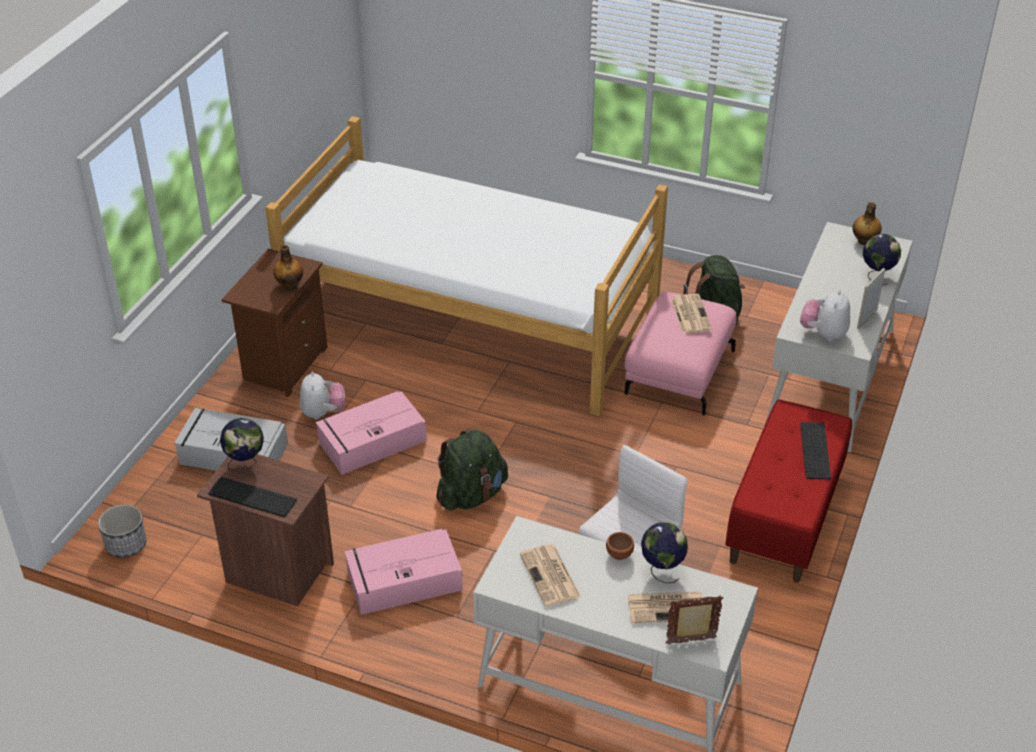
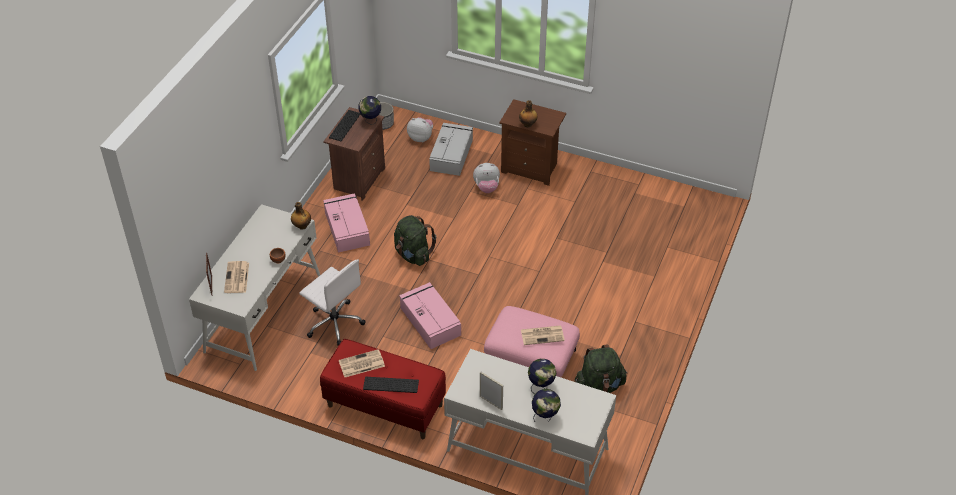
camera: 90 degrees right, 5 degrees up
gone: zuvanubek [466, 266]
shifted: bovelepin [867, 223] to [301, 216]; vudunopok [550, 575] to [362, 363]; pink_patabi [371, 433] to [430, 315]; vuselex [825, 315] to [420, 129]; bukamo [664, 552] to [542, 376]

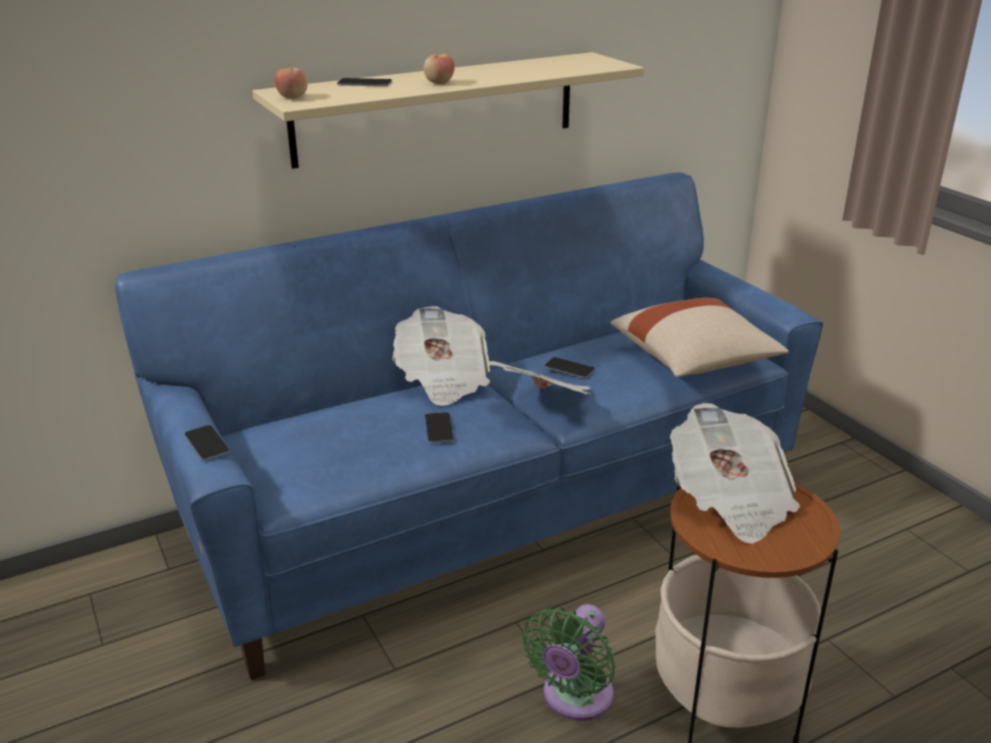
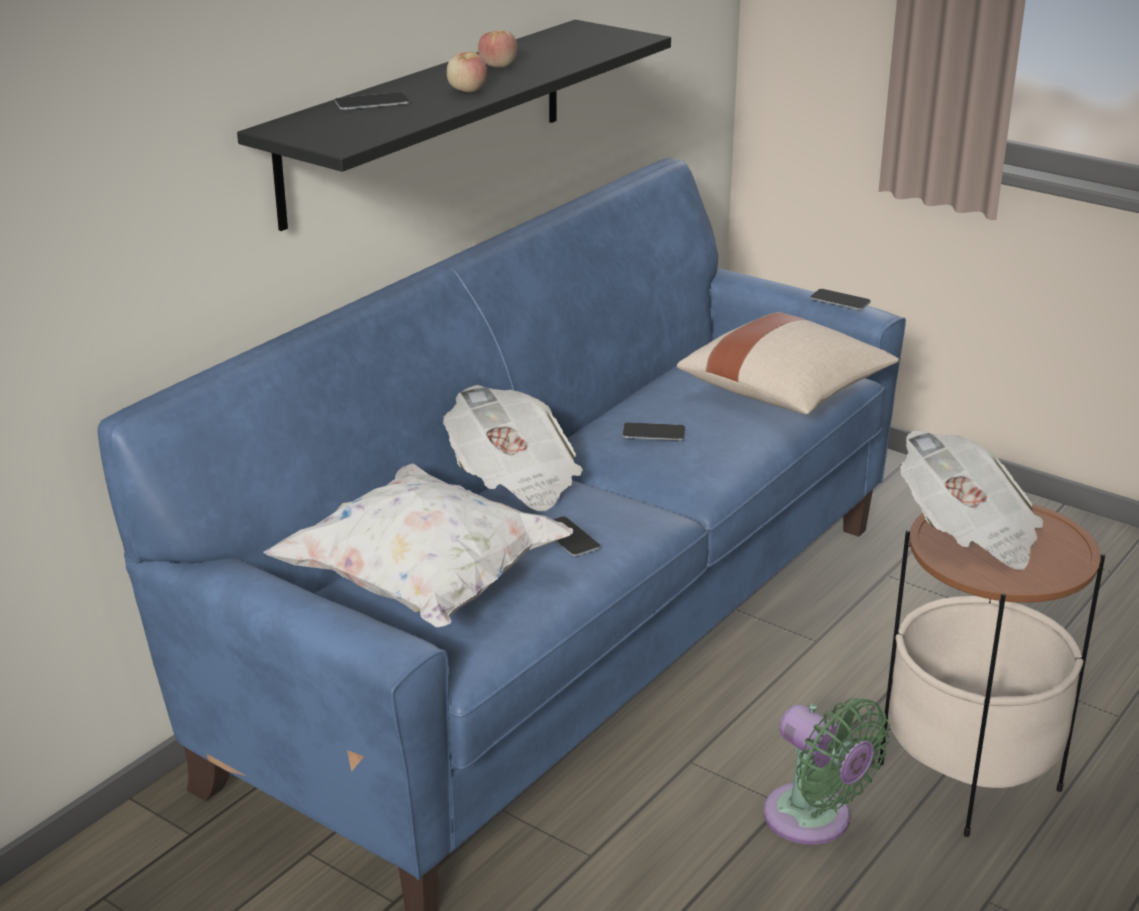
camera: 25 degrees left, 0 degrees up
gone: vudunopok [539, 378]
new: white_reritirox [418, 545]
shifted: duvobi [291, 83] to [497, 49]; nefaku [207, 442] to [840, 299]
repainted: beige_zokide [448, 110] to black_zokide [454, 125]
rotated: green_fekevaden [568, 662] = [827, 771] 45 degrees counterclockwise

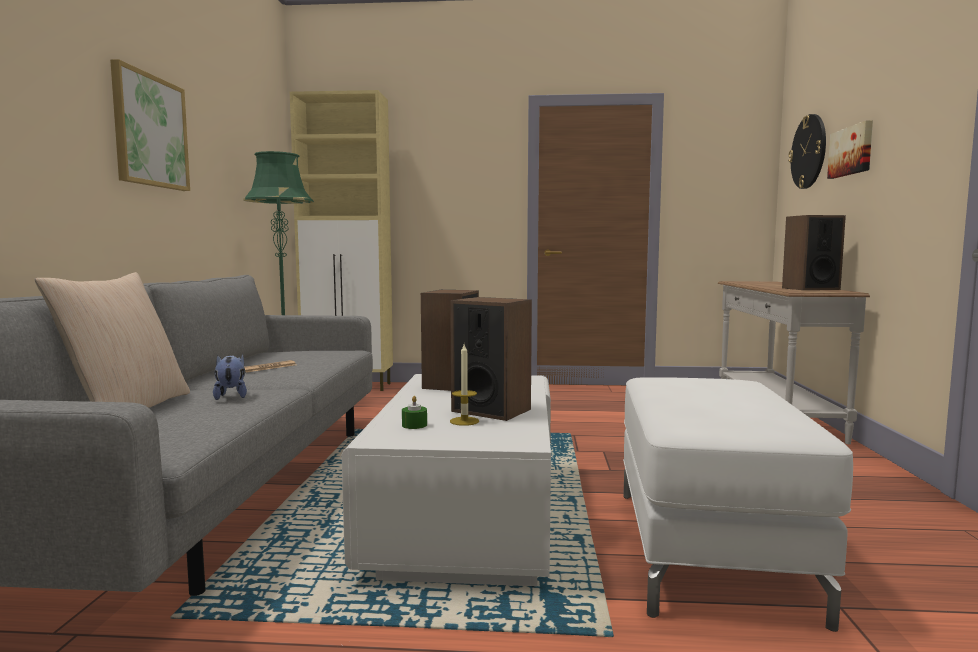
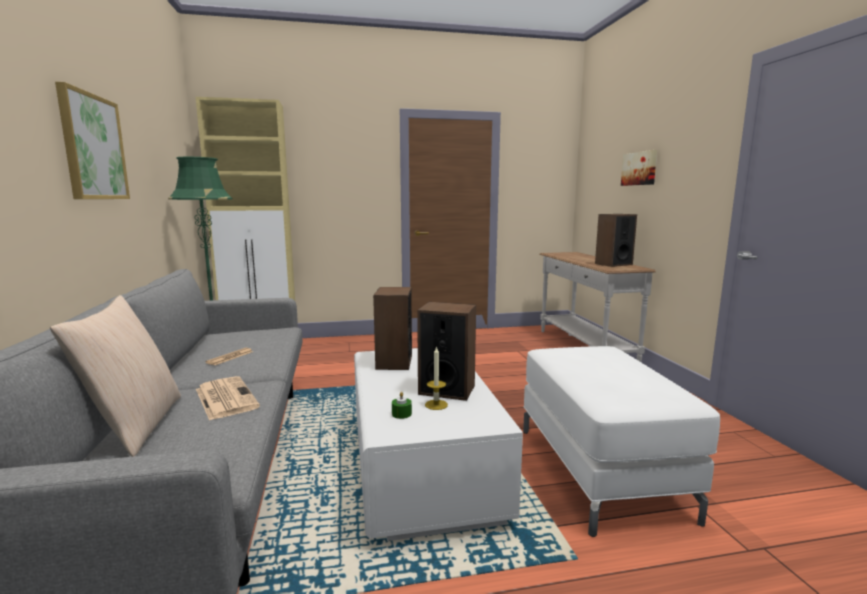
camera: 15 degrees left, 5 degrees up
gone: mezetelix [807, 151]
swapped: vuselex [230, 377] to vudunopok [228, 398]

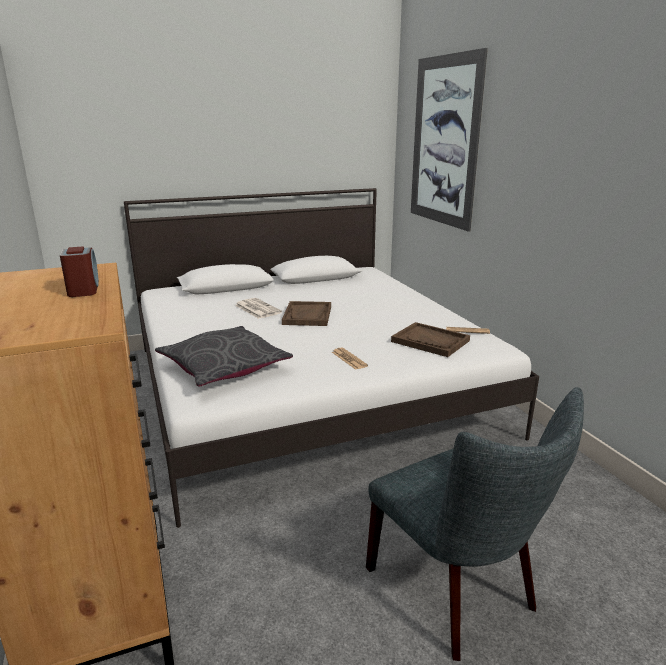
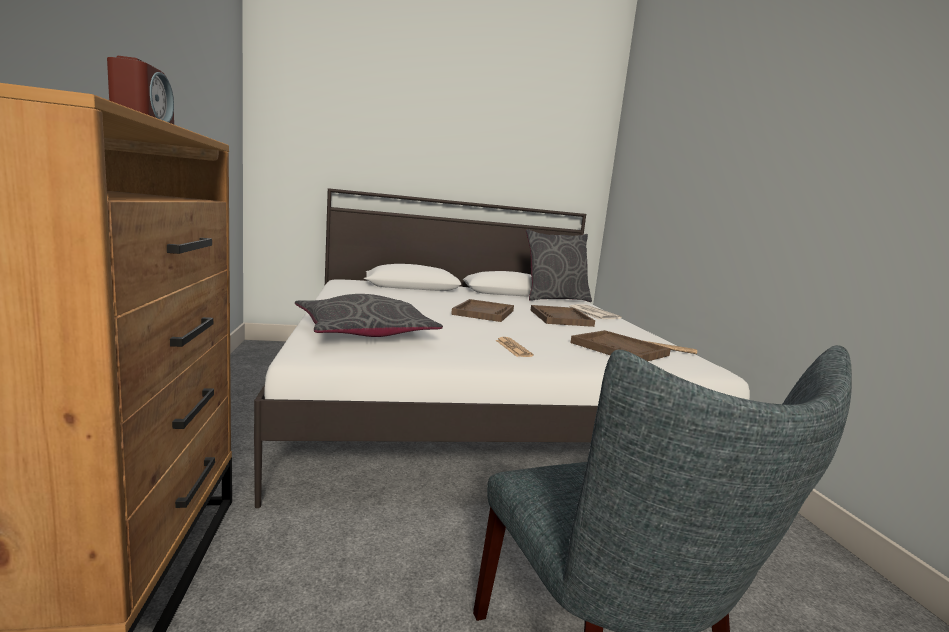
camera: 10 degrees right, 10 degrees down
gone: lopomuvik [449, 140]
new: grey_reritirox [559, 265]; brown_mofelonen [563, 316]
shifted: vudunopok [258, 308] to [595, 311]

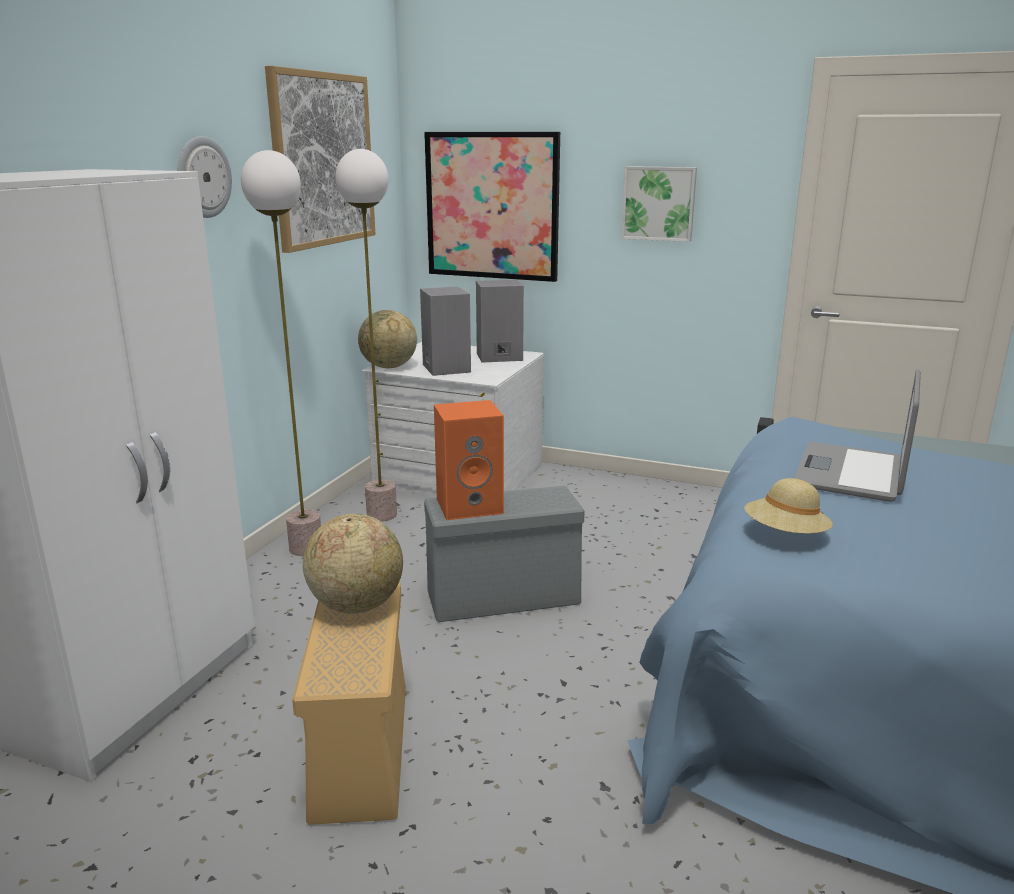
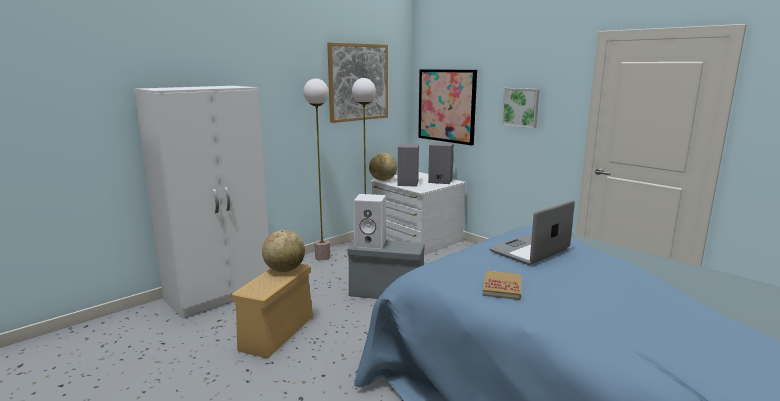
camera: 25 degrees right, 5 degrees down
gone: mezetelix [204, 177]; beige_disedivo [789, 506]
new: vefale [502, 285]
repainted: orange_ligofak [469, 460] to white_ligofak [370, 221]

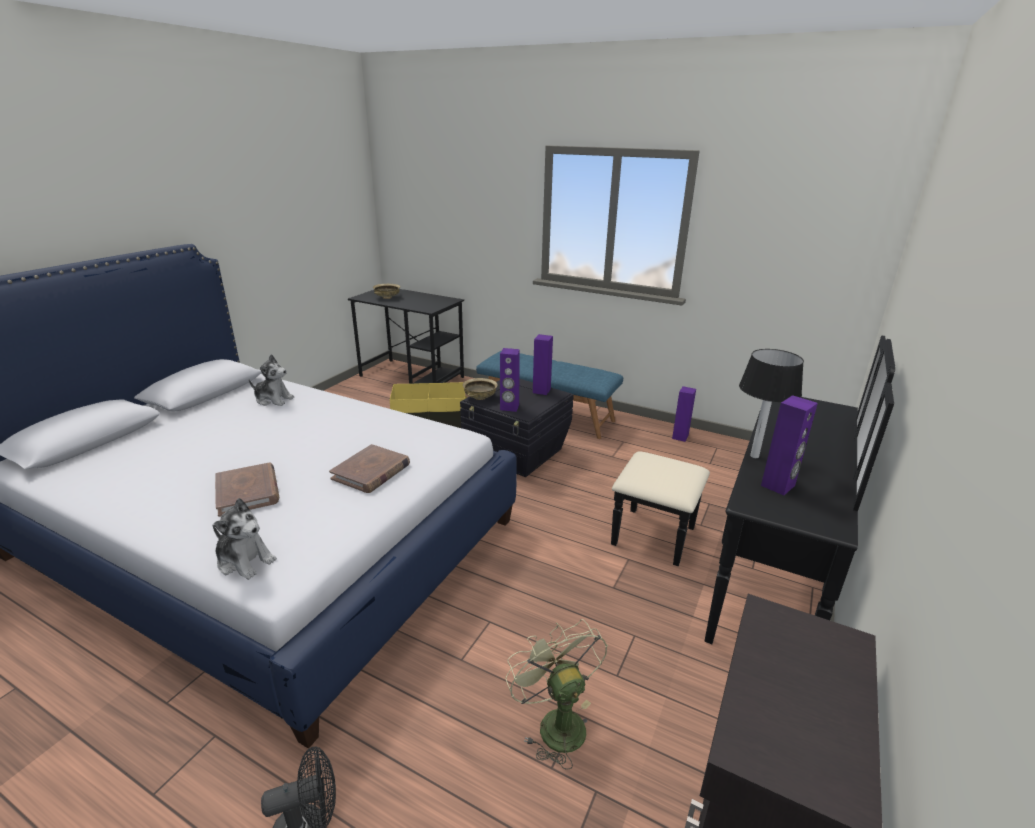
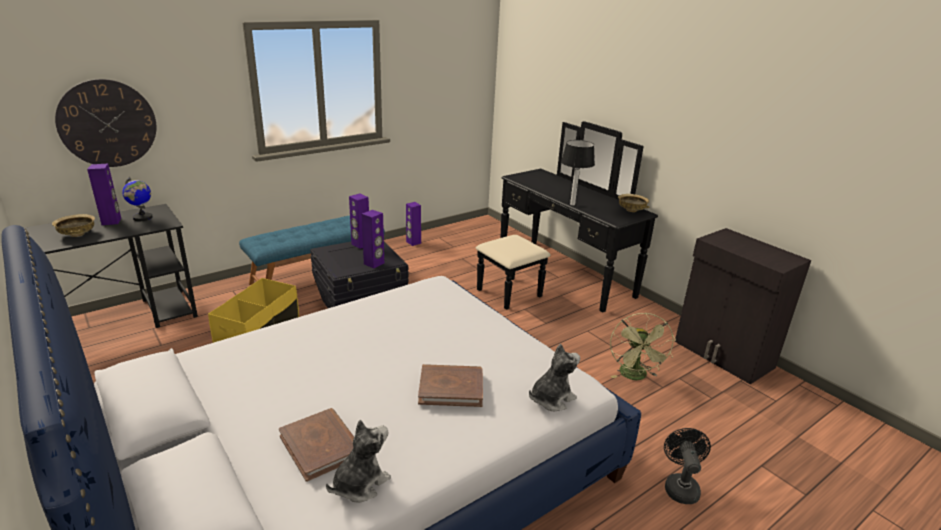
camera: 65 degrees left, 0 degrees up
new: mezetelix [105, 123]; bukamo [137, 199]
shifted: purple_ligofak [789, 445] to [104, 194]; brown_vefale [369, 468] to [316, 445]; vuselex [271, 380] to [358, 461]; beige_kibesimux [480, 389] to [633, 203]
rotated: green_fekevaden [557, 694] = [643, 346] 90 degrees counterclockwise

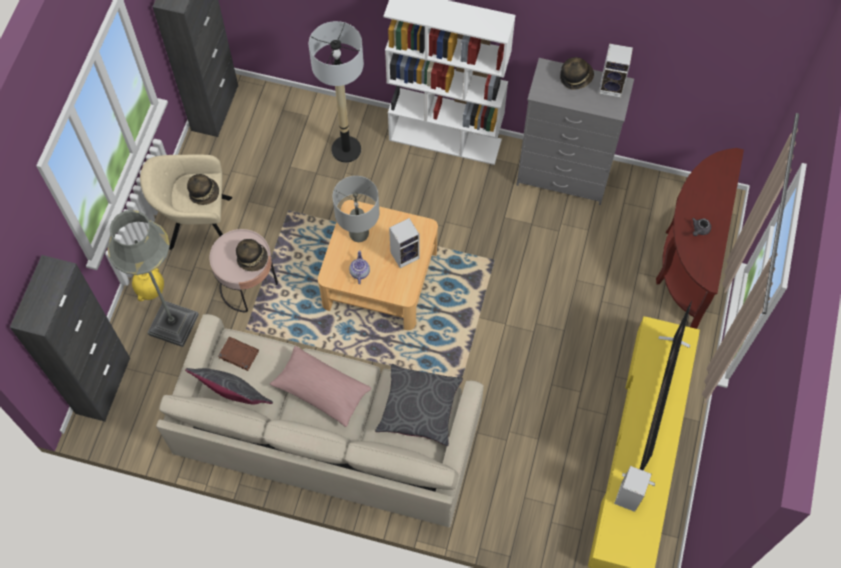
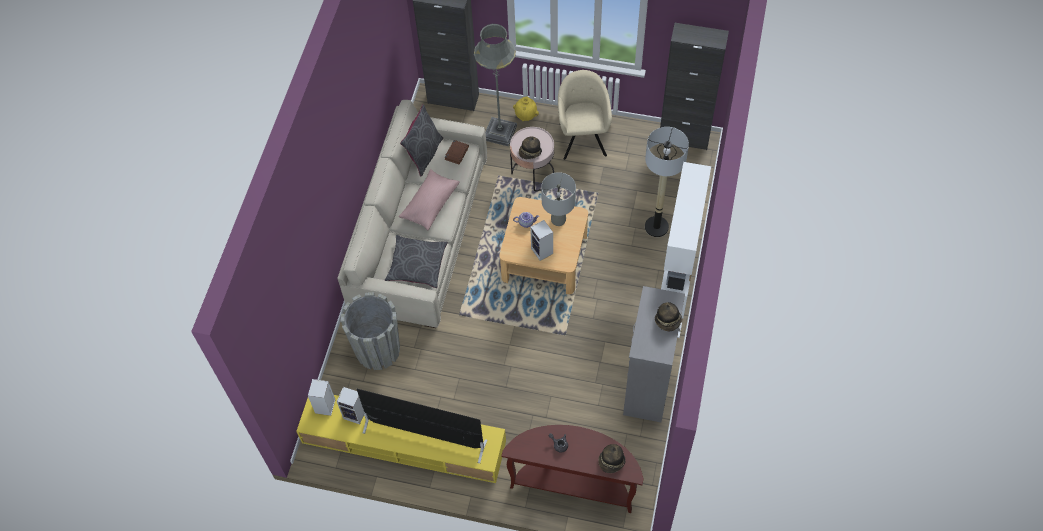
camera: 90 degrees right, 5 degrees down
new: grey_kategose [370, 331]
shifted: ligofak [616, 70] to [321, 397]; disedivo [203, 189] to [612, 458]

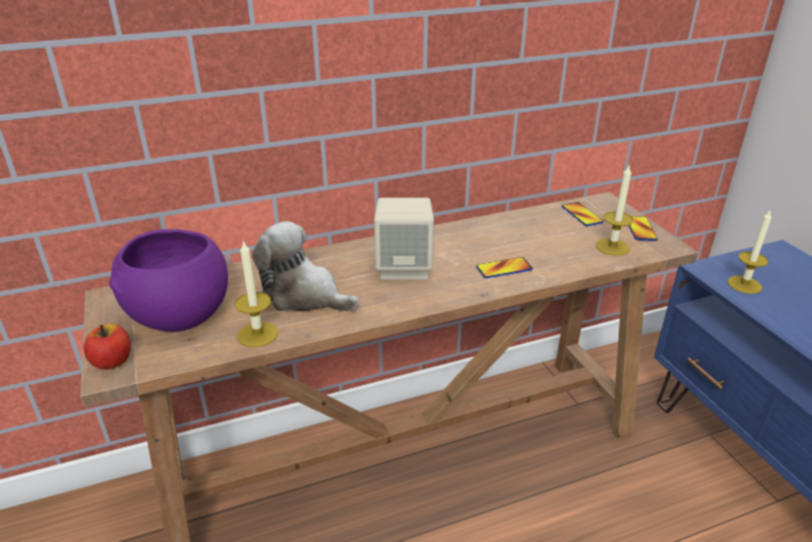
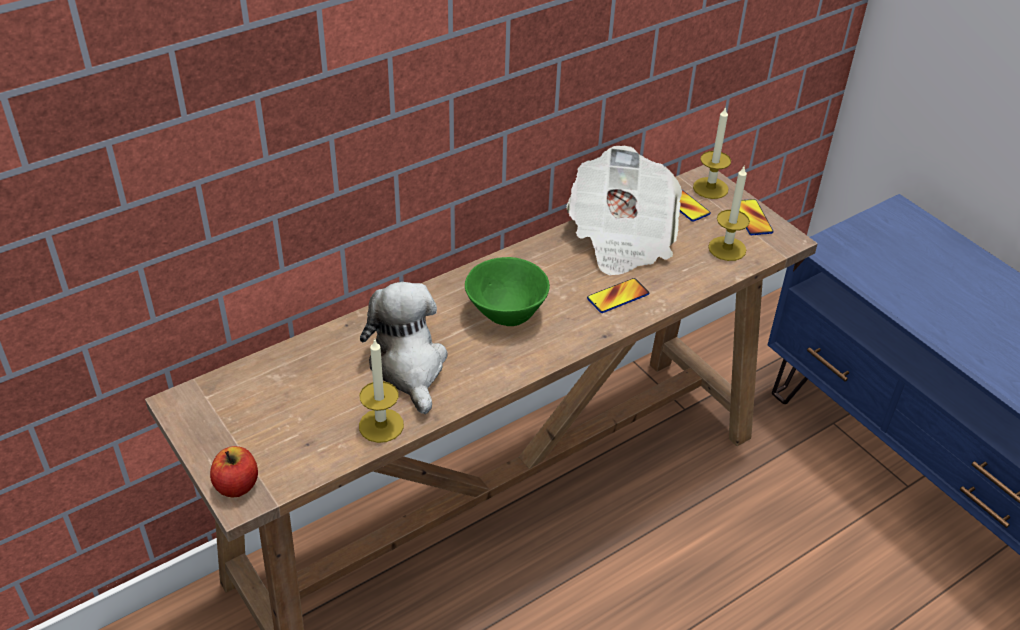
camera: 15 degrees left, 10 degrees up
gone: purple_kibesimux [168, 280]
new: vudunopok [624, 210]
shifted: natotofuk [750, 252] to [712, 152]
swapped: beige_ligofak [404, 239] to green_kibesimux [507, 291]
rotated: vuselex [305, 266] = [403, 348] 60 degrees clockwise

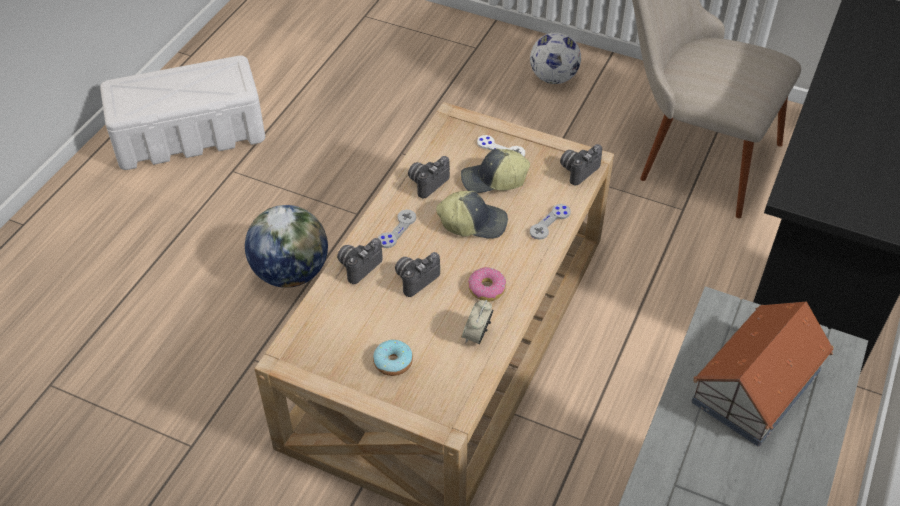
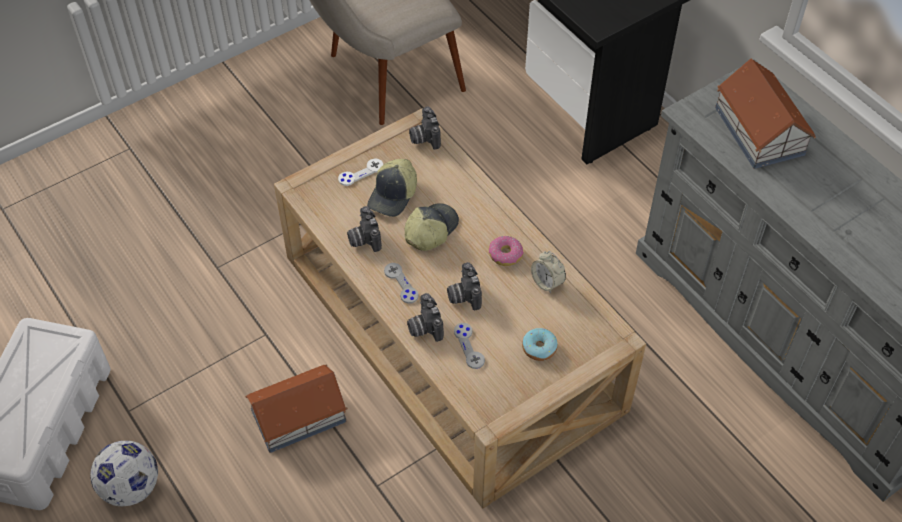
camera: 60 degrees left, 5 degrees up
shifted: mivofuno [555, 58] to [124, 473]; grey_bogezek [550, 222] to [469, 346]
swapped: bukamo [286, 246] to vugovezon [296, 408]

